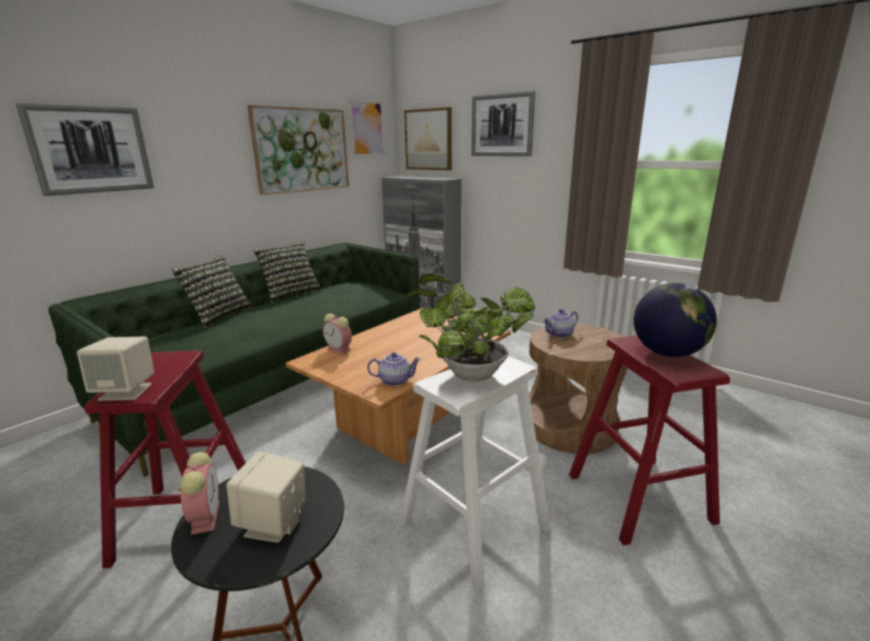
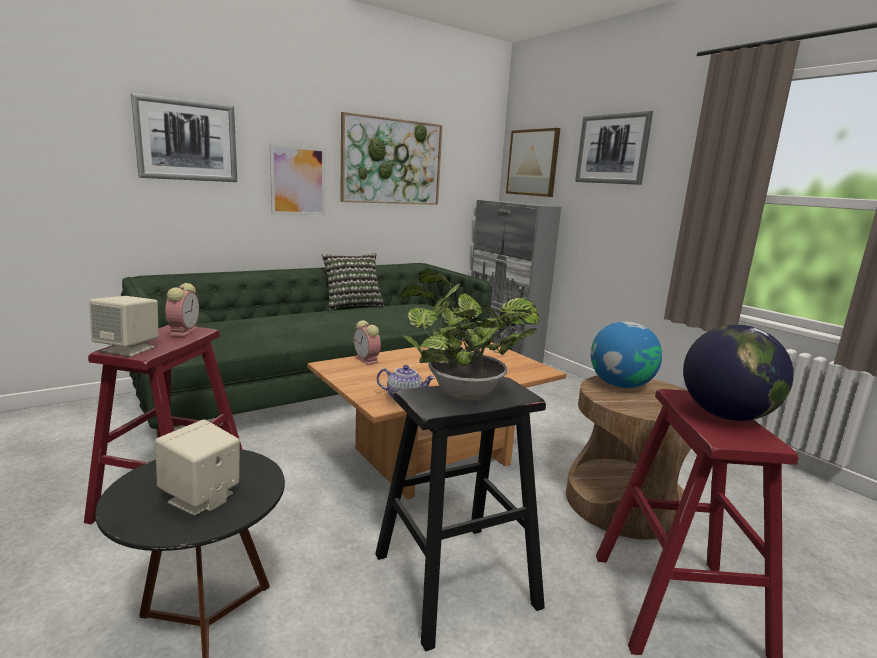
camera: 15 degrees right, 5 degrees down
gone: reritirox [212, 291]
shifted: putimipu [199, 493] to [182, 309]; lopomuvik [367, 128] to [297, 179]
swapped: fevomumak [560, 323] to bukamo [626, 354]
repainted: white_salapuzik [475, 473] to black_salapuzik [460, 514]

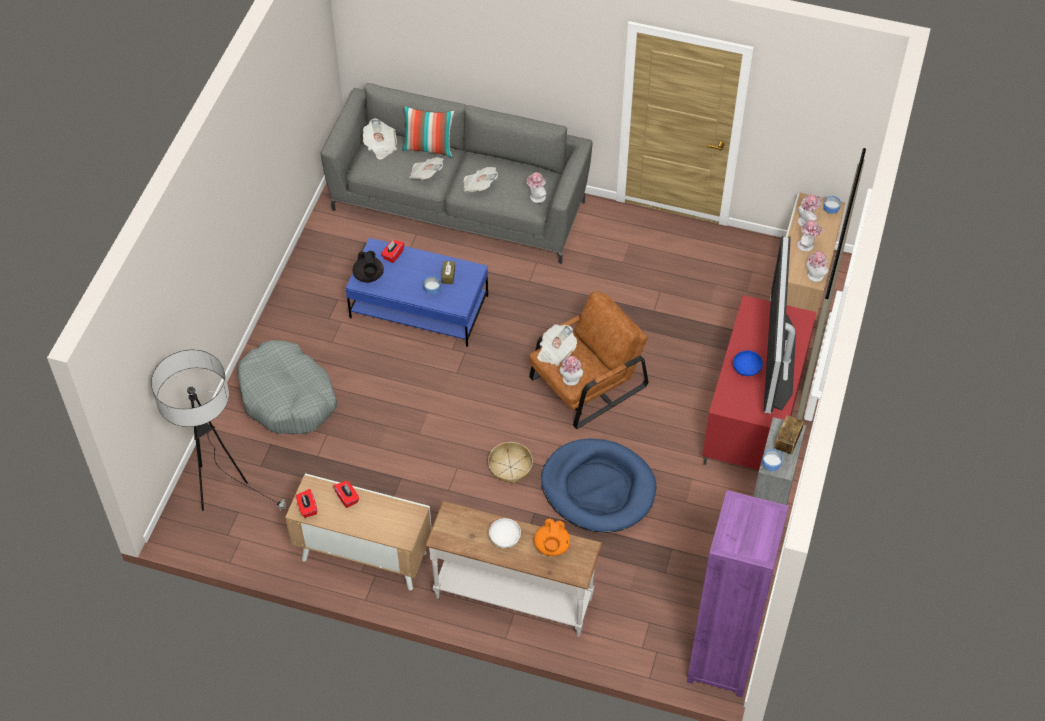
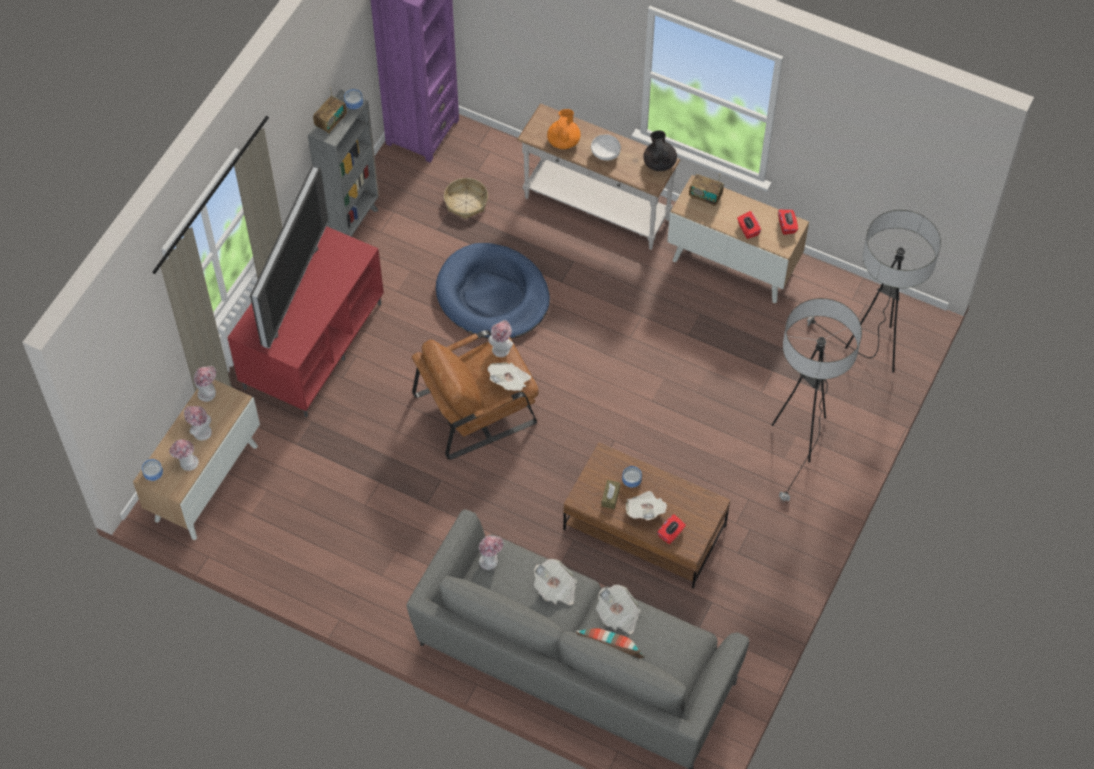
camera: 170 degrees left, 5 degrees up
gone: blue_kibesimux [748, 363]
new: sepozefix [706, 189]
shifted: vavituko [510, 463] to [466, 198]; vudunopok [380, 139] to [646, 505]; black_fevomumak [368, 267] to [660, 150]
swapped: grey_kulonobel [287, 387] to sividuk [817, 400]
repainted: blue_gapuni [417, 292] to brown_gapuni [646, 515]

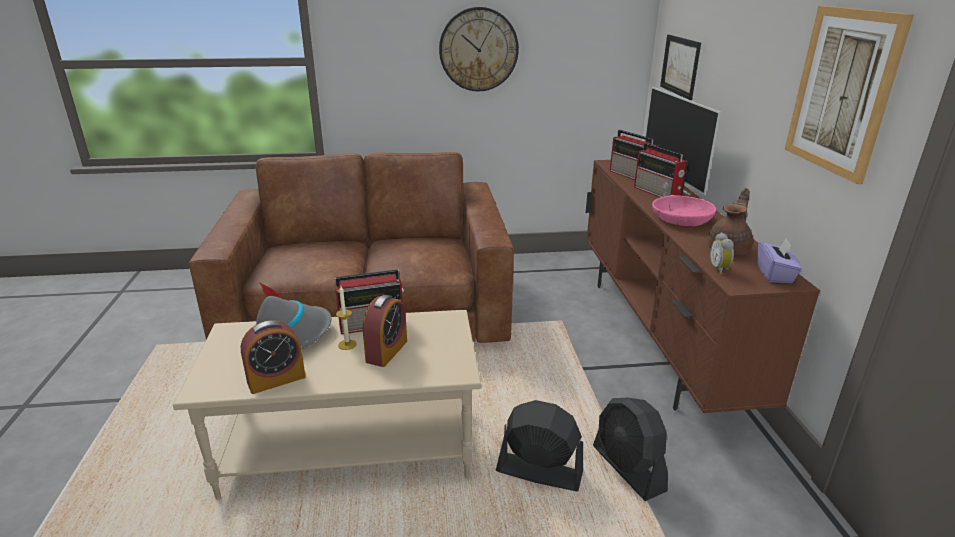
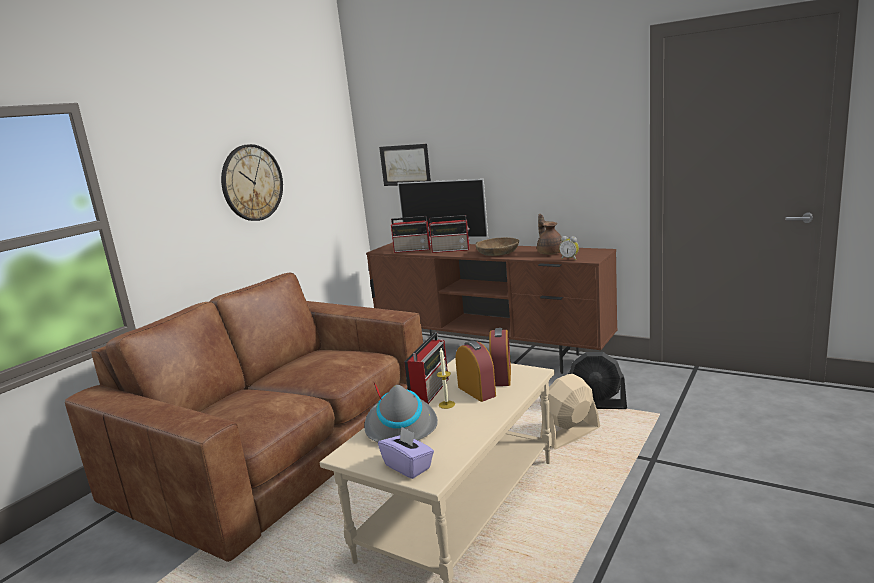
camera: 50 degrees left, 10 degrees down
gone: lopomuvik [849, 95]
shifted: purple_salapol [779, 261] to [406, 453]; putimipu [273, 357] to [500, 357]
repainted: pink_kibesimux [684, 210] to brown_kibesimux [497, 246]; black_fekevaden [539, 445] to beige_fekevaden [570, 412]

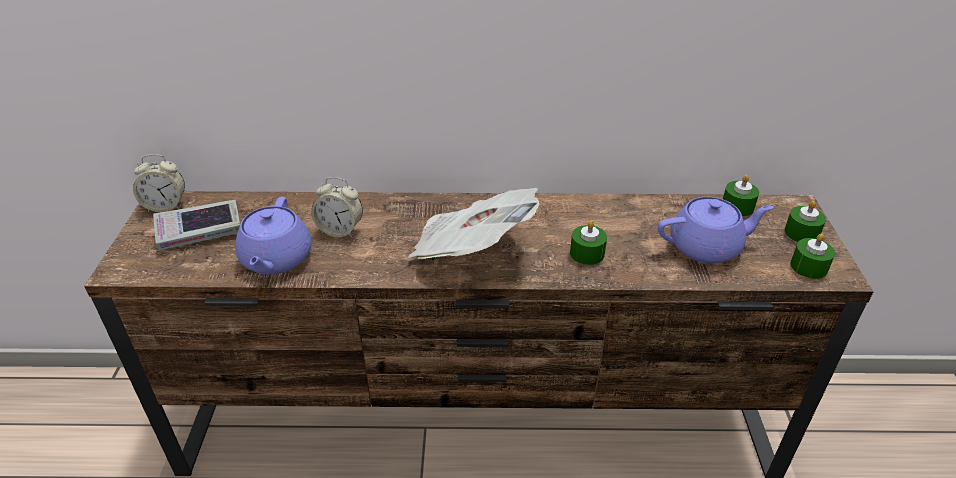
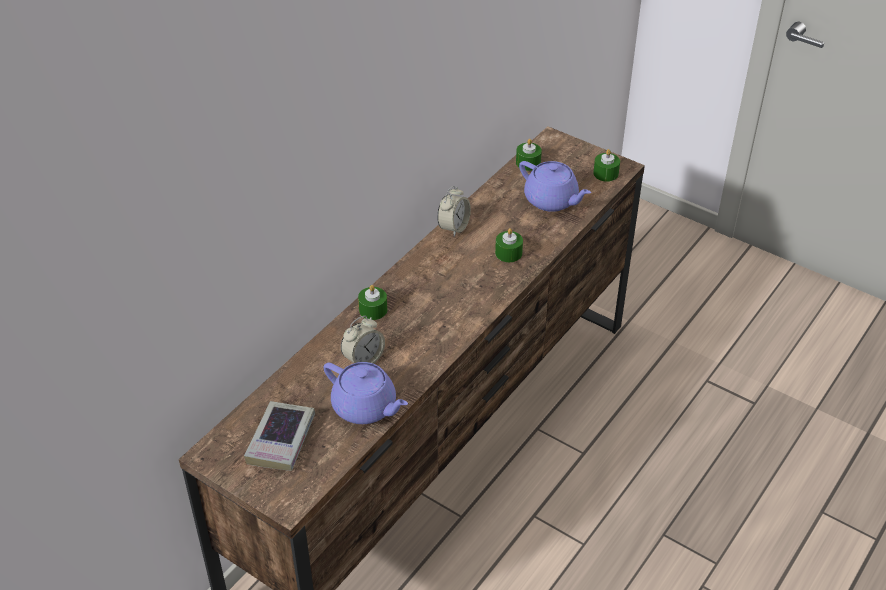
camera: 55 degrees left, 5 degrees up
gone: vudunopok [473, 223]
shifted: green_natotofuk [805, 221] to [372, 302]; putimipu [159, 183] to [454, 211]
rotated: purple_fevomumak [715, 230] = [555, 186] 105 degrees clockwise

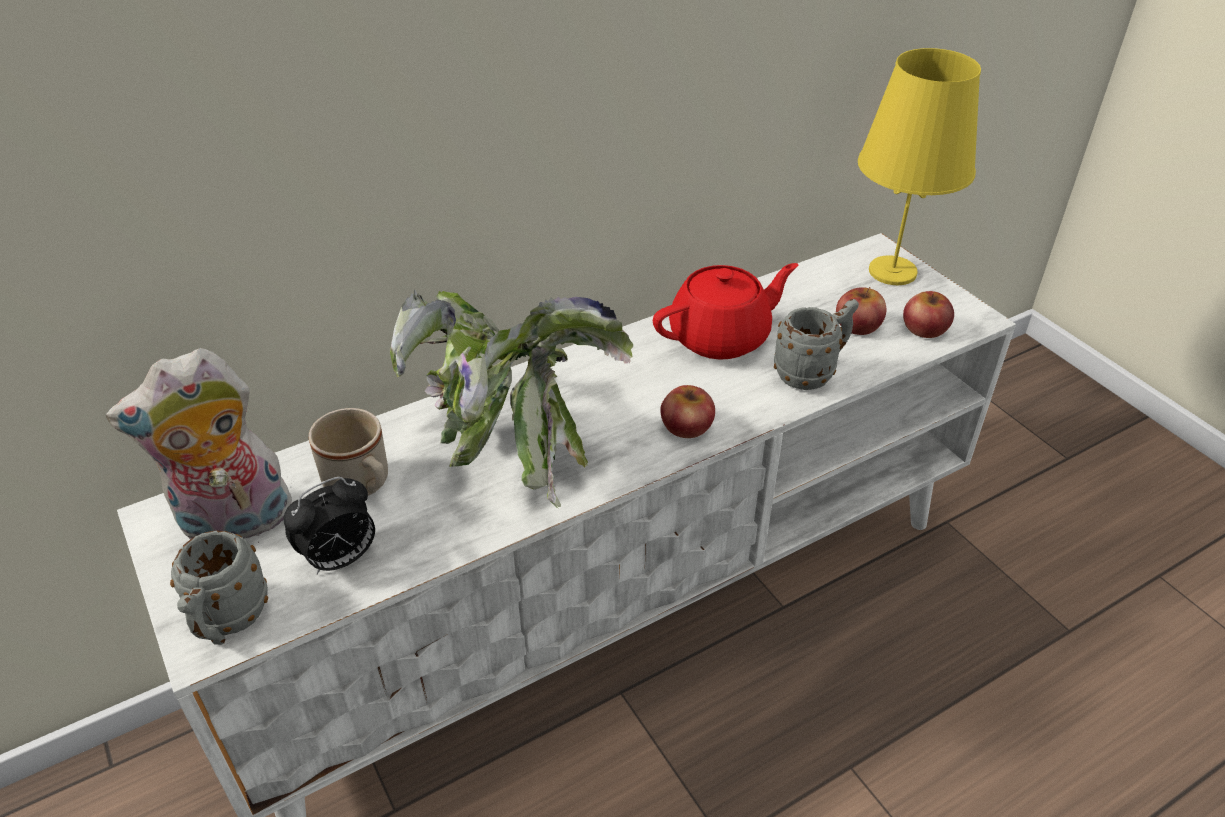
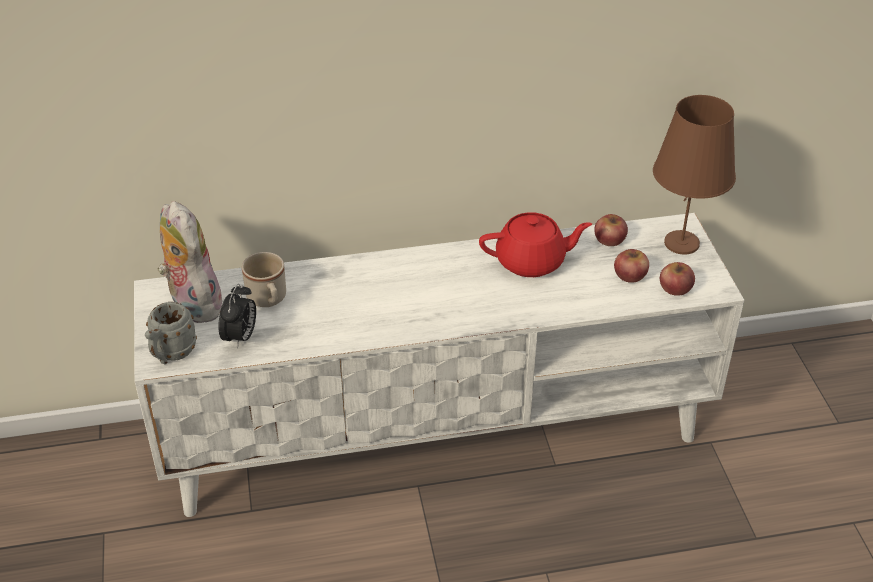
camera: 20 degrees right, 0 degrees up
gone: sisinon [511, 399]; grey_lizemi [816, 344]
shifted: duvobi [687, 411] to [611, 230]
repainted: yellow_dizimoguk [919, 166] to brown_dizimoguk [694, 174]
rotated: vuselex [200, 445] = [190, 262] 60 degrees clockwise; putimipu [329, 525] = [237, 316] 60 degrees counterclockwise

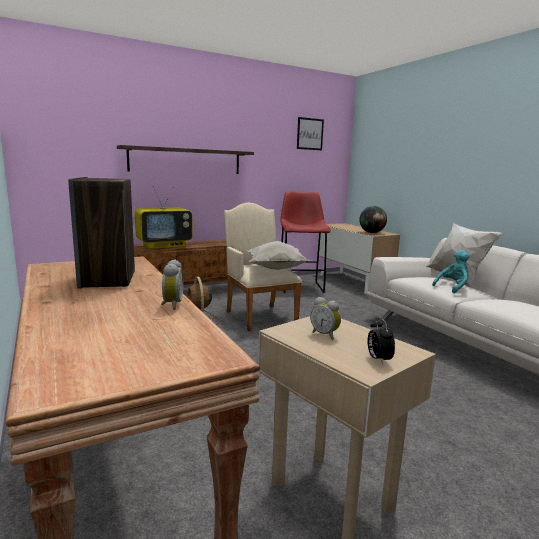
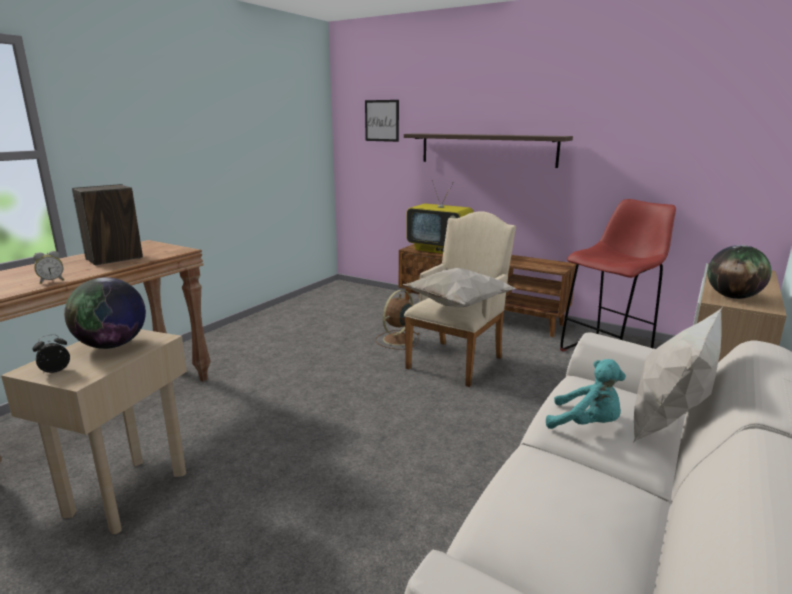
camera: 60 degrees right, 5 degrees up
shifted: lopomuvik [310, 133] to [382, 121]
swapped: putimipu [325, 318] to bukamo [105, 313]

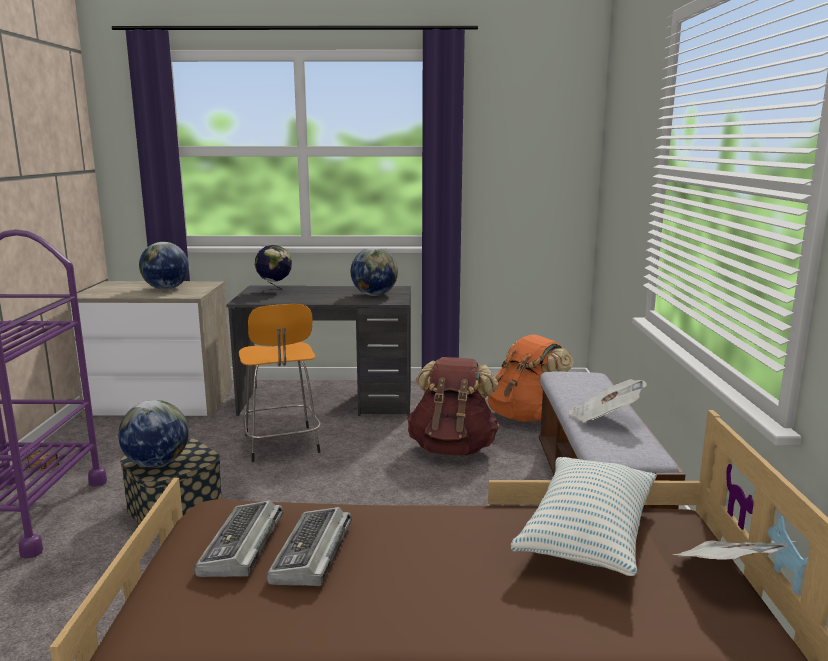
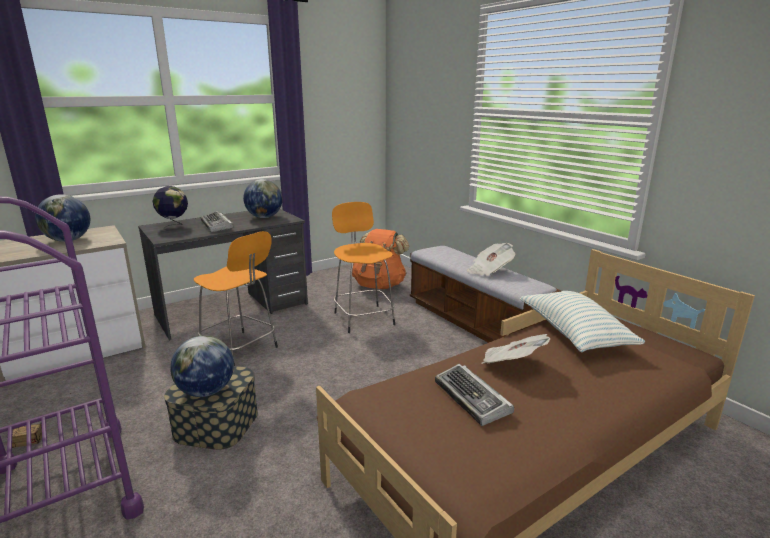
camera: 35 degrees left, 5 degrees up
shifted: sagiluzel [238, 538] to [217, 221]; vudunopok [734, 550] to [515, 349]
swapped: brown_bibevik [453, 406] to orange_salapuzik [363, 267]

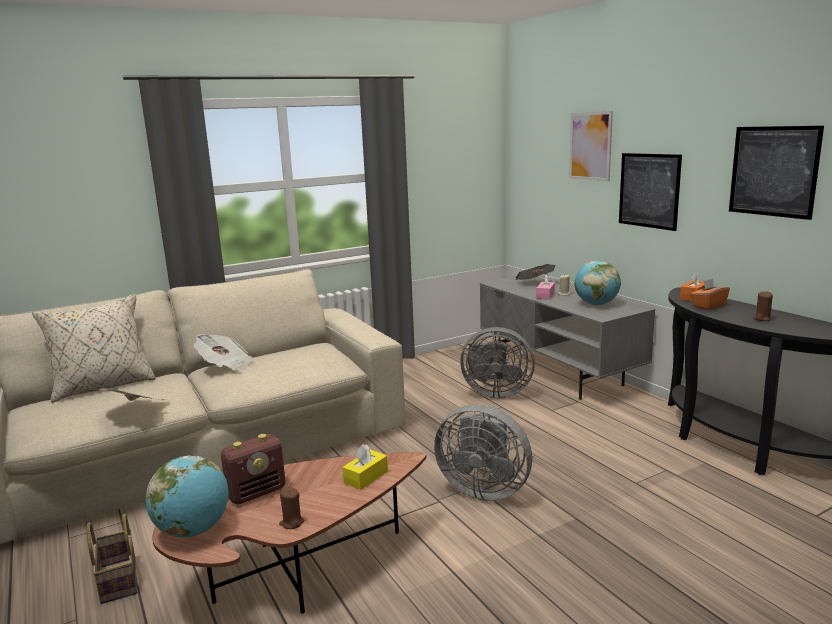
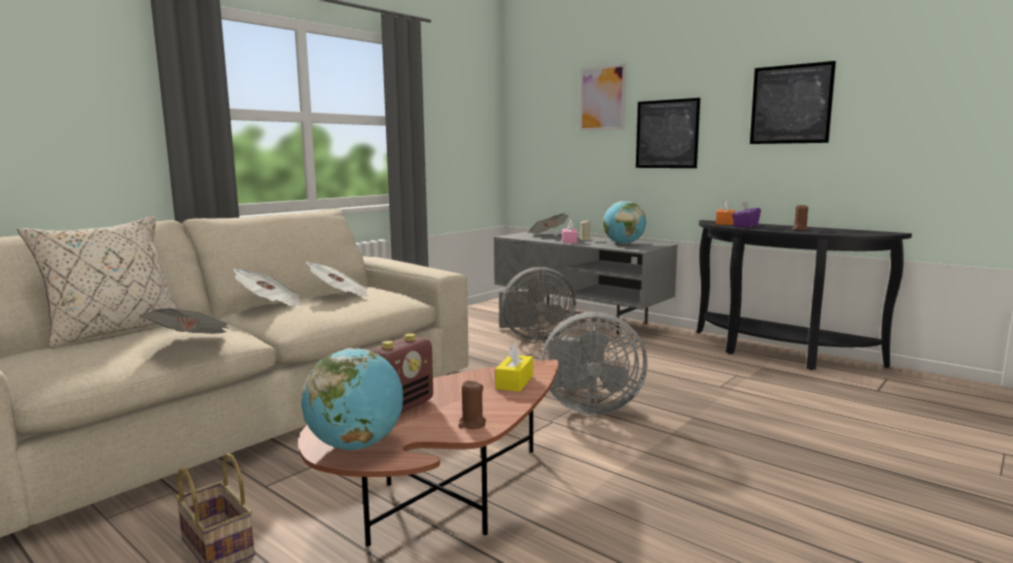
camera: 20 degrees left, 5 degrees down
new: vudunopok [338, 280]
repainted: orange_salapol [710, 294] to purple_salapol [746, 214]

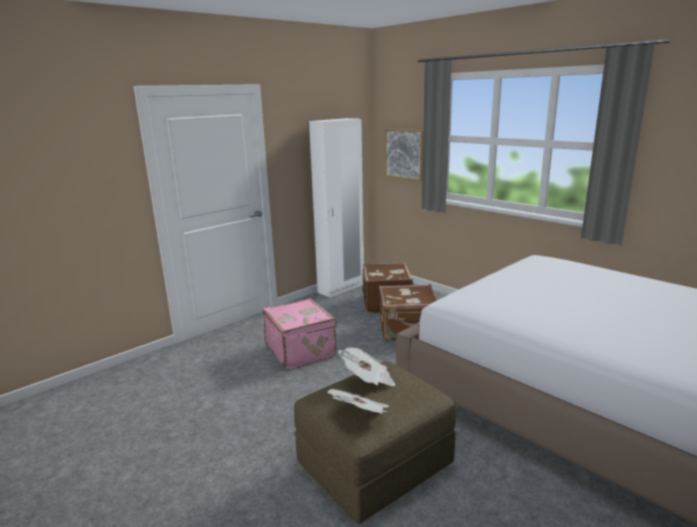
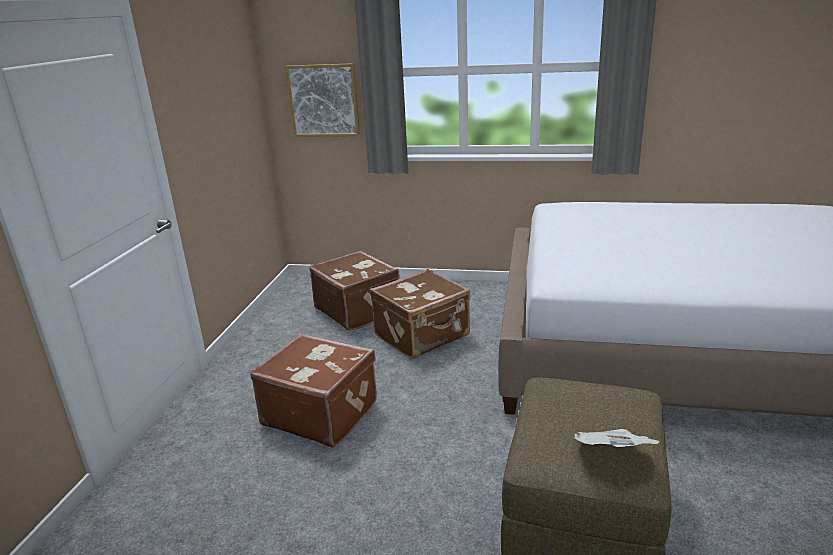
camera: 35 degrees left, 5 degrees up
gone: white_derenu [336, 208]; vudunopok [366, 367]
repainted: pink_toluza [300, 334] to brown_toluza [313, 390]

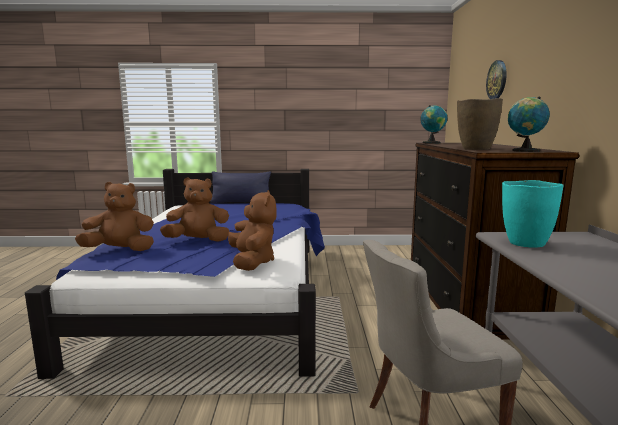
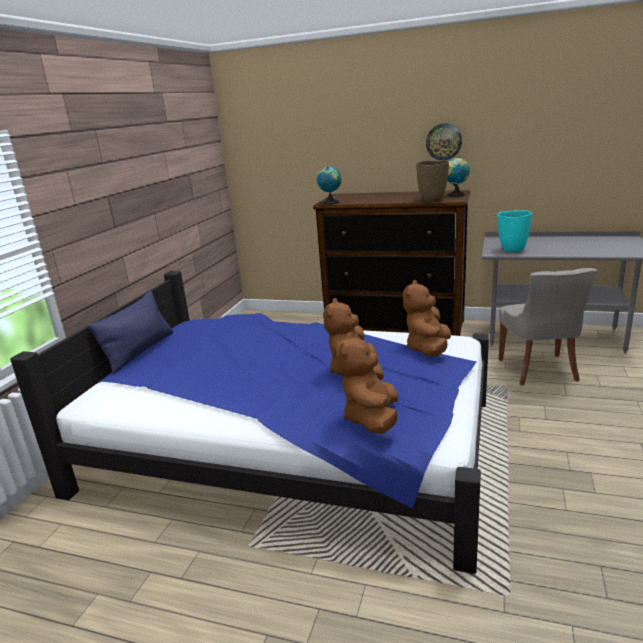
camera: 70 degrees left, 10 degrees up
shifted: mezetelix [496, 79] to [444, 141]
rotated: brown_vuselex [252, 230] = [427, 318] 75 degrees counterclockwise

